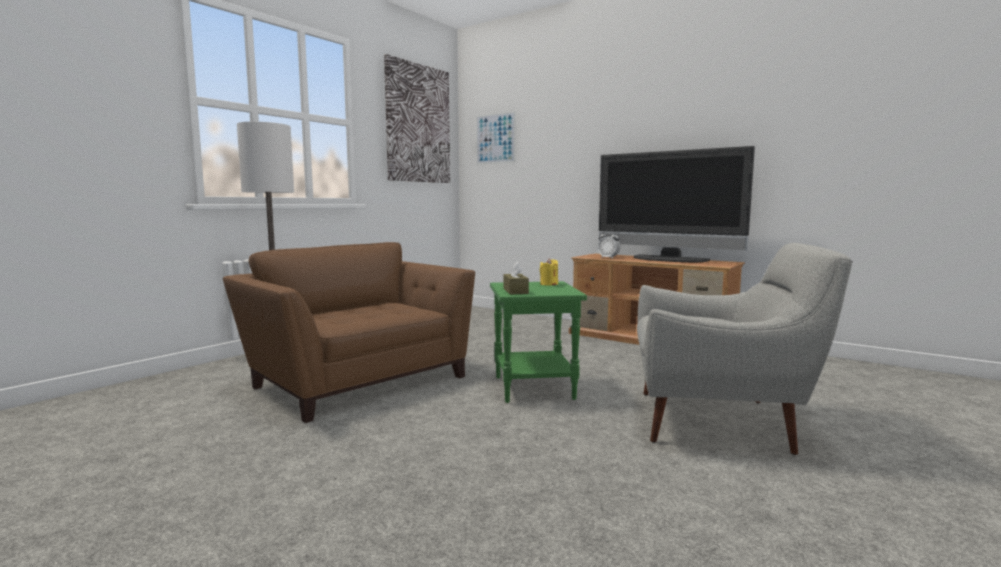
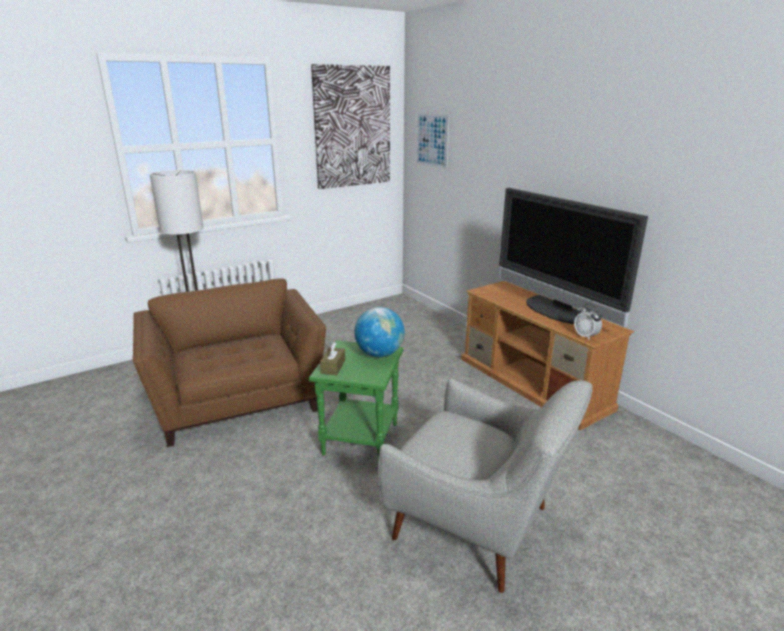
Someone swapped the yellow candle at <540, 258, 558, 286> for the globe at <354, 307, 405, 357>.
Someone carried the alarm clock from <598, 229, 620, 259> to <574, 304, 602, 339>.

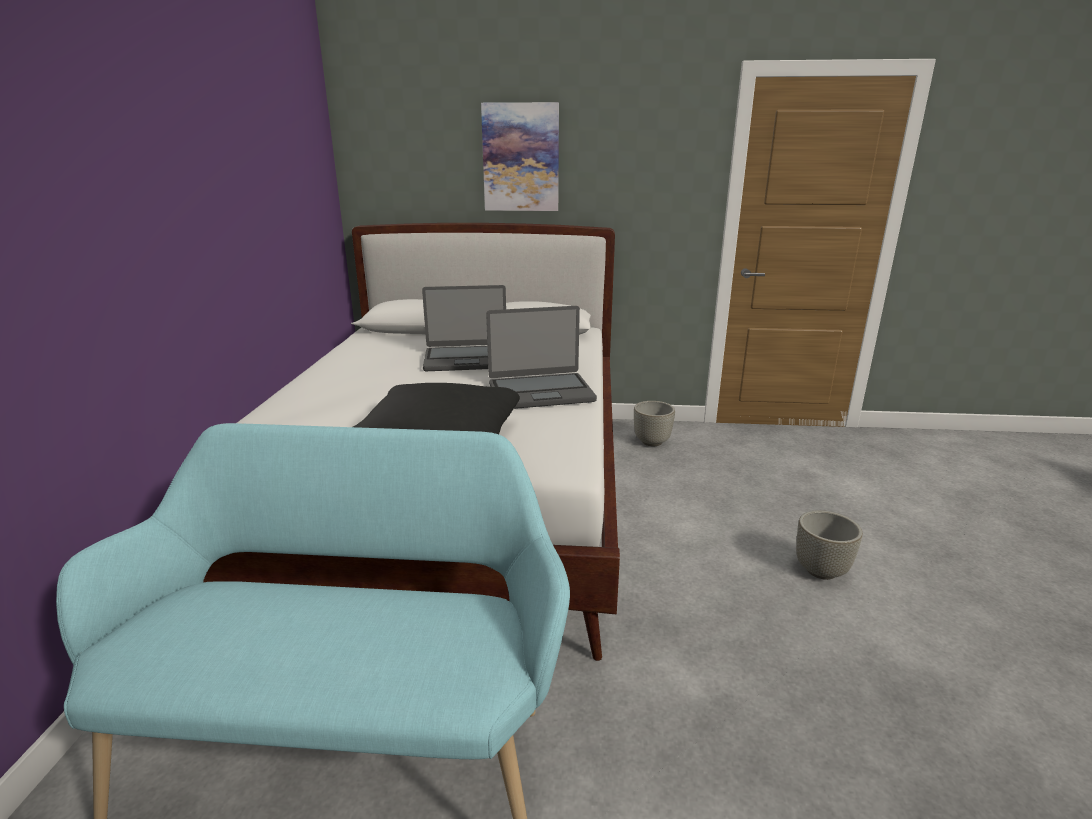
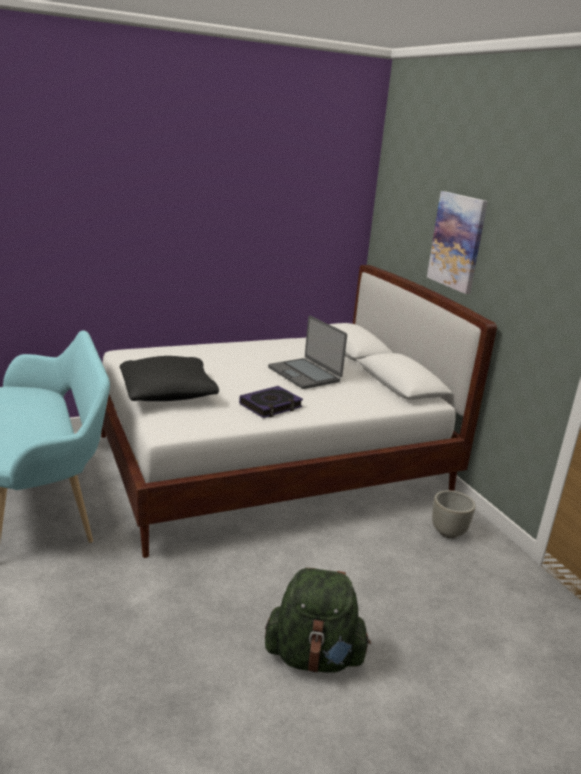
Someone swapped the laptop at <486, 306, 597, 409> for the book at <239, 386, 303, 418>.
Someone swapped the grey planter at <796, 510, 863, 580> for the green backpack at <265, 568, 371, 673>.

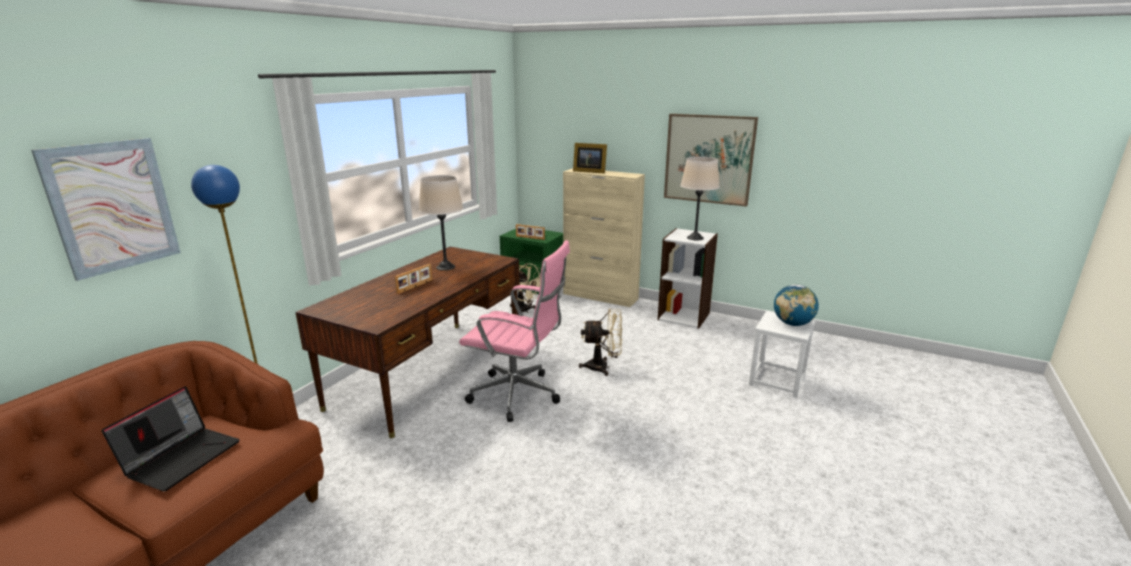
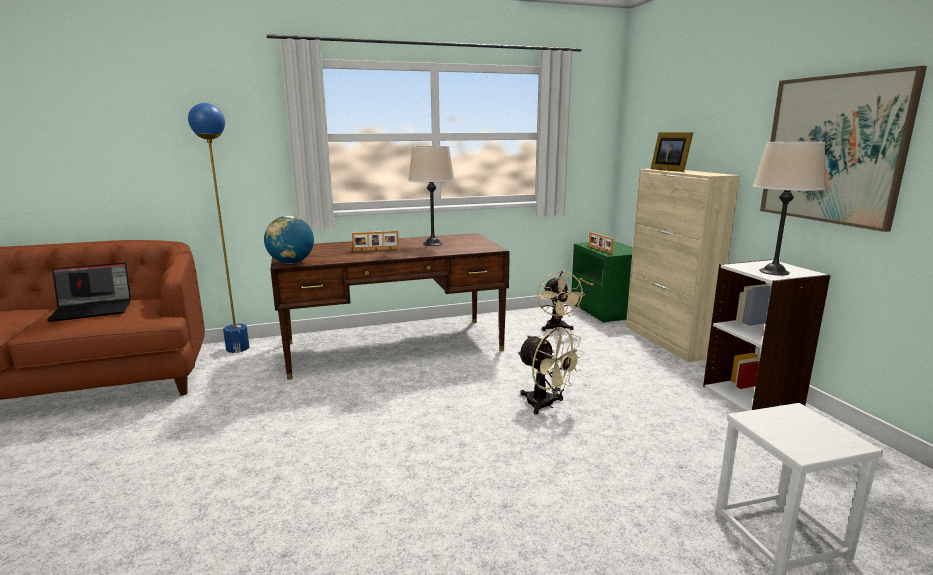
Someone carried the globe from <774, 284, 819, 326> to <264, 216, 314, 264>.
Someone took away the picture at <31, 138, 181, 281>.
Someone took away the pink office chair at <459, 240, 570, 422>.

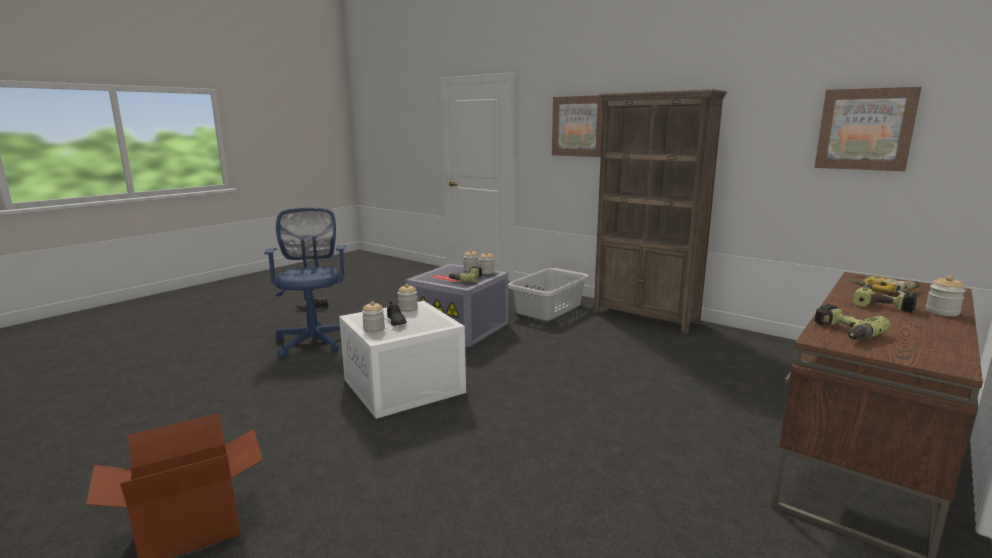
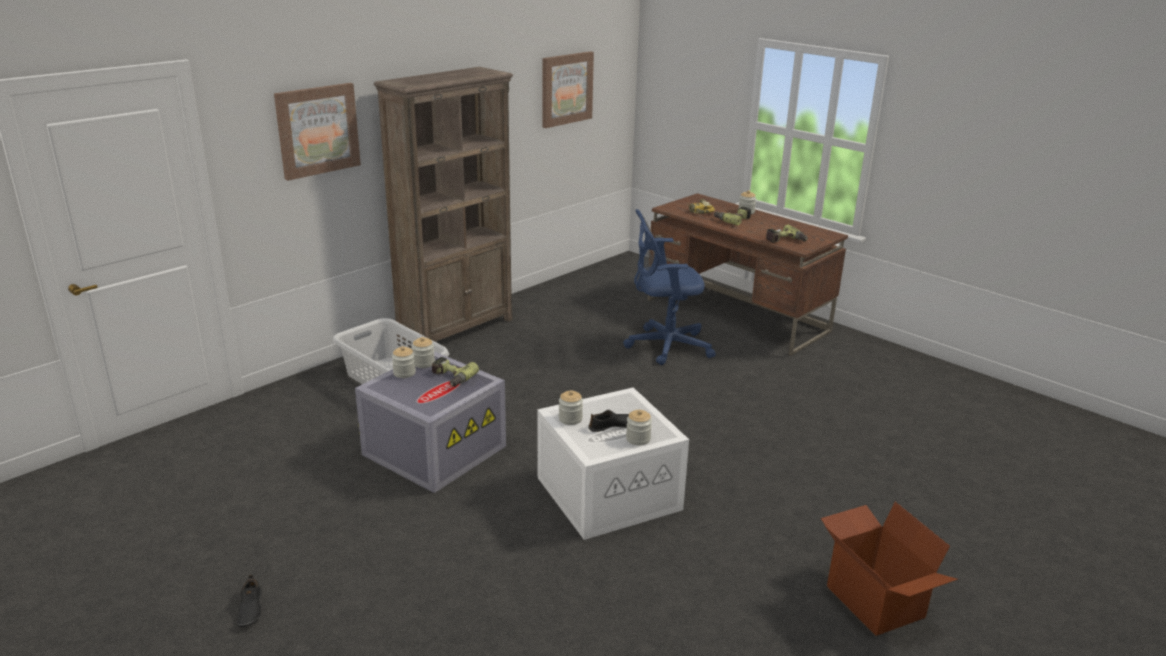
Someone carried the blue office chair from <264, 208, 346, 359> to <623, 209, 716, 365>.

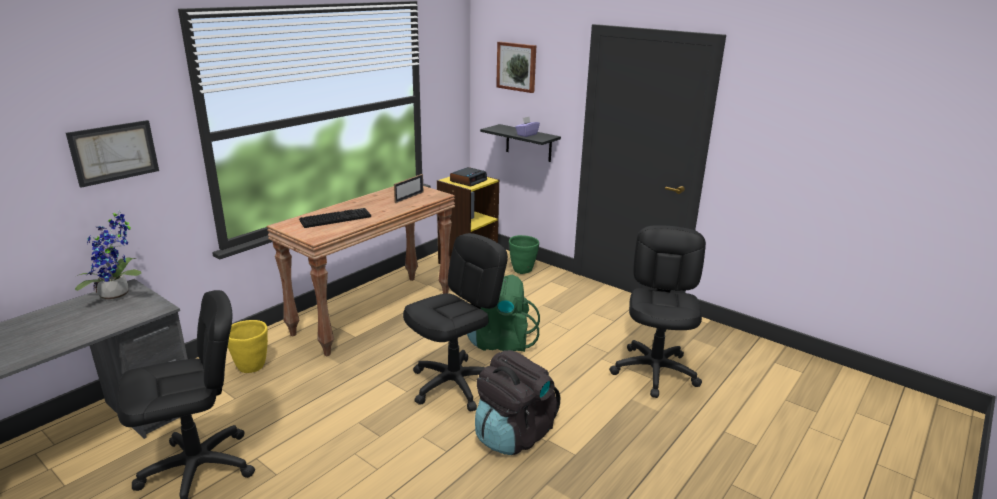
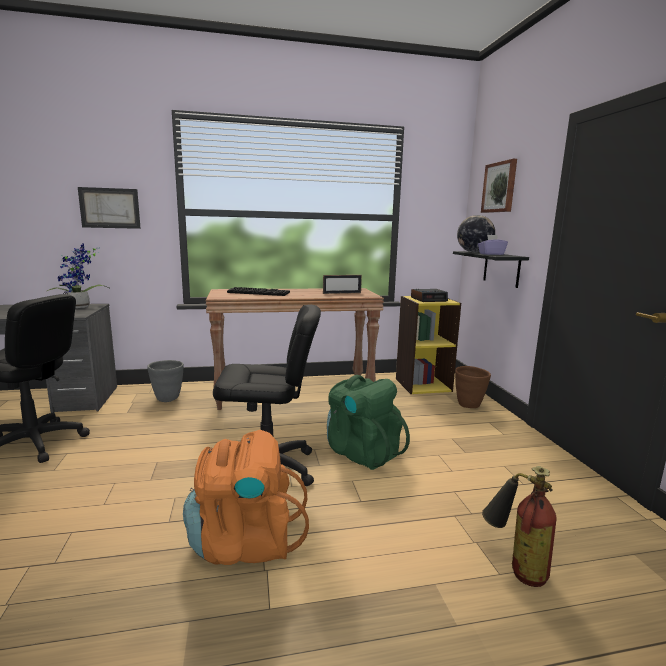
Someone repainted the yellow planter at <228, 320, 268, 373>, which became the grey planter at <147, 360, 184, 402>.
Someone repainted the black backpack at <475, 350, 560, 455>, which became the orange backpack at <183, 430, 309, 565>.
Someone repainted the green planter at <509, 235, 539, 274>, which became the brown planter at <455, 366, 491, 408>.
Someone put down the globe at <457, 215, 495, 252>.
Someone swapped the black office chair at <609, 225, 706, 398> for the fire extinguisher at <482, 466, 557, 587>.

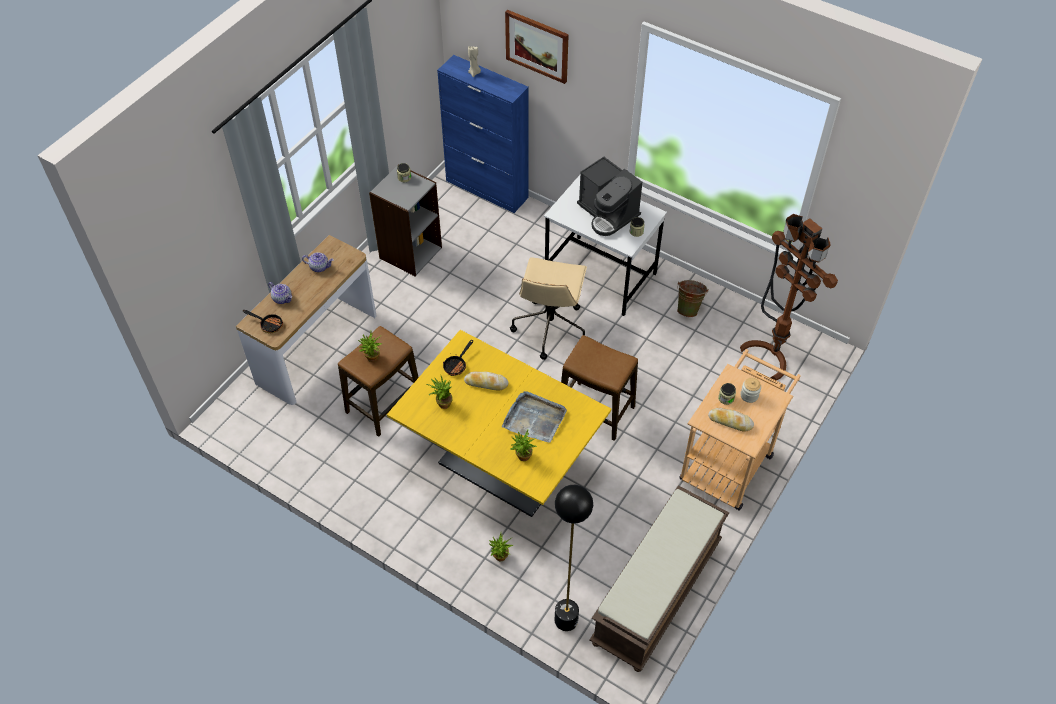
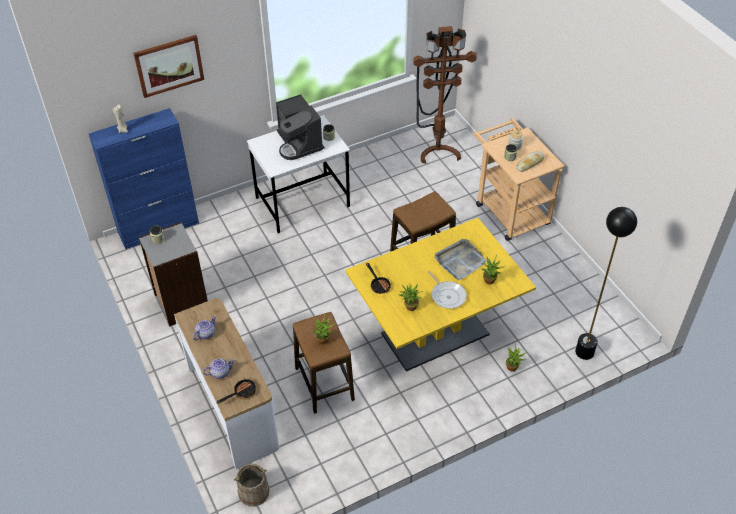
Someone put down the beige bucket at <234, 464, 270, 507>.
Someone rotated the coffee machine at <577, 157, 642, 236> by 75 degrees clockwise.
Someone put down the frying pan at <428, 271, 467, 309>.
Someone took away the bread at <464, 371, 508, 391>.
Someone took away the beige office chair at <510, 257, 587, 360>.
Someone took away the brown bench at <590, 485, 729, 672>.
Someone took away the green bucket at <677, 280, 709, 317>.

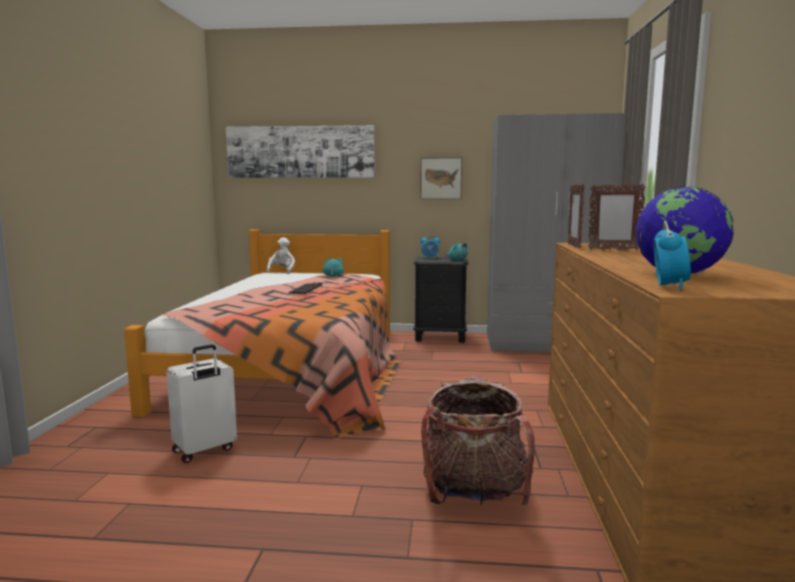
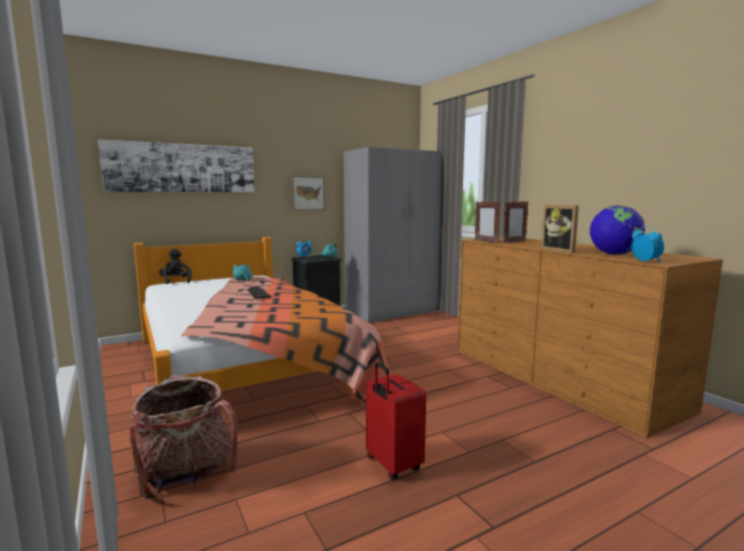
Someone carried the backpack from <421, 376, 535, 506> to <130, 375, 237, 499>.
Someone repainted the white plush toy at <266, 237, 295, 274>, which became the black plush toy at <159, 249, 192, 284>.
Someone put down the red suitcase at <366, 362, 426, 479>.
Someone put down the picture frame at <541, 205, 579, 253>.
Someone took away the white suitcase at <166, 344, 237, 463>.

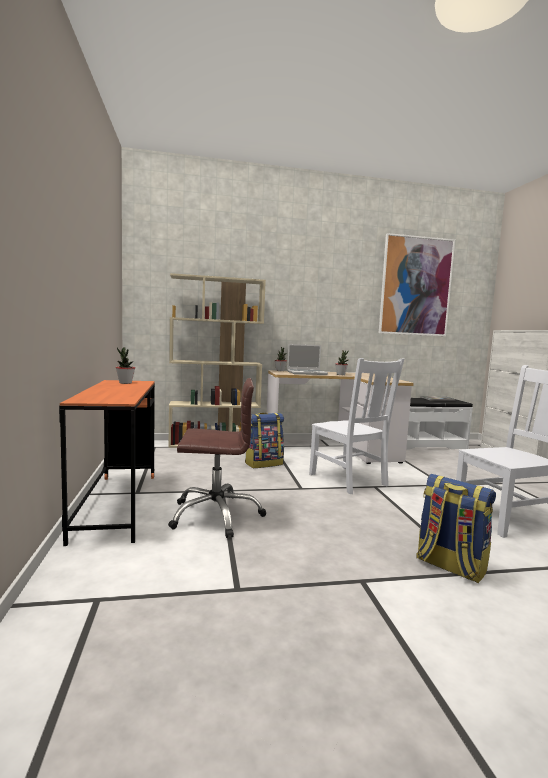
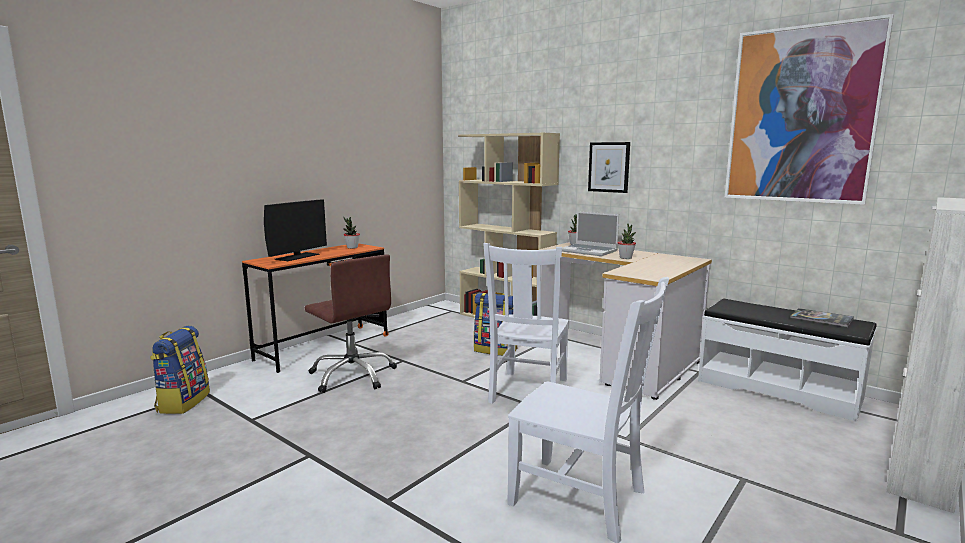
Someone carried the backpack from <416, 474, 496, 583> to <150, 326, 210, 414>.
Someone put down the monitor at <264, 199, 327, 261>.
Someone put up the picture at <588, 142, 630, 193>.

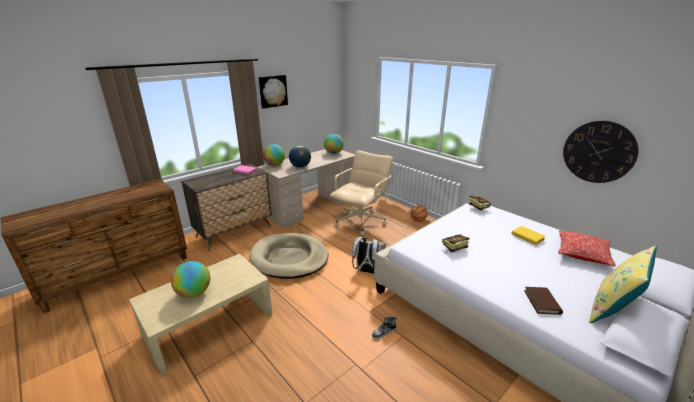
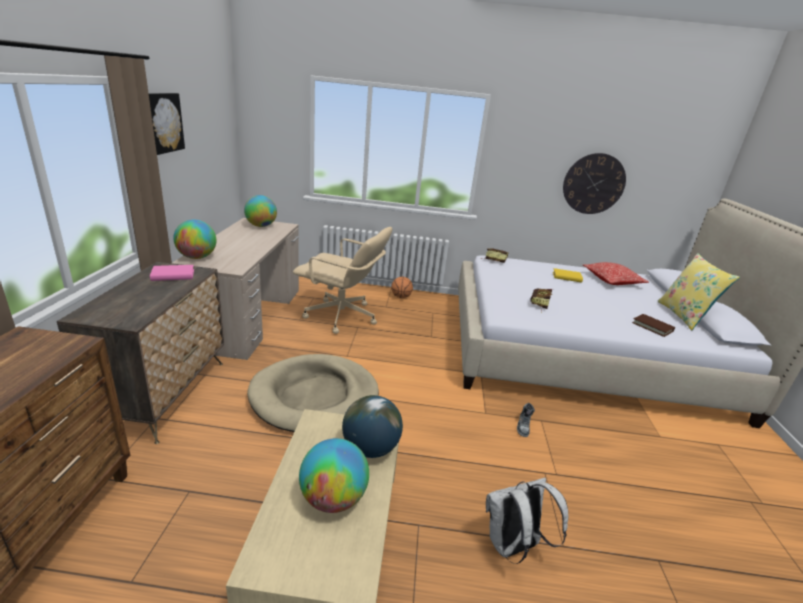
Someone rotated the beige office chair at <330, 150, 393, 235> by 120 degrees clockwise.
Someone carried the globe from <289, 145, 311, 168> to <342, 395, 403, 458>.
Someone carried the white backpack from <352, 237, 386, 274> to <486, 477, 568, 564>.

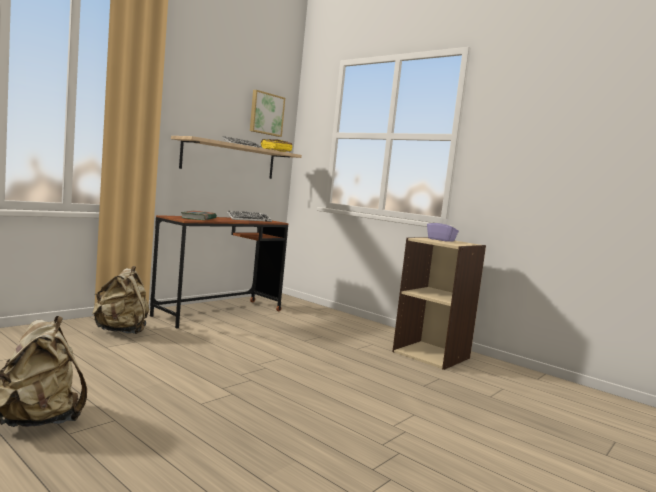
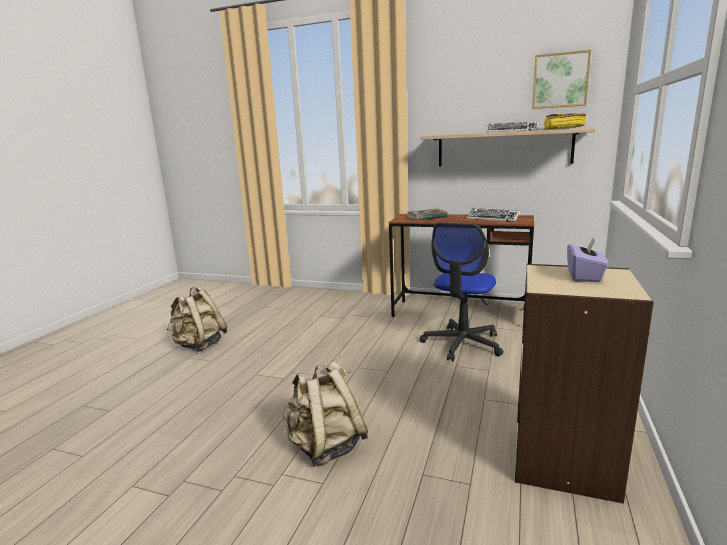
Someone carried the beige backpack from <92, 266, 149, 334> to <282, 361, 368, 466>.
Someone put down the office chair at <420, 222, 504, 361>.

